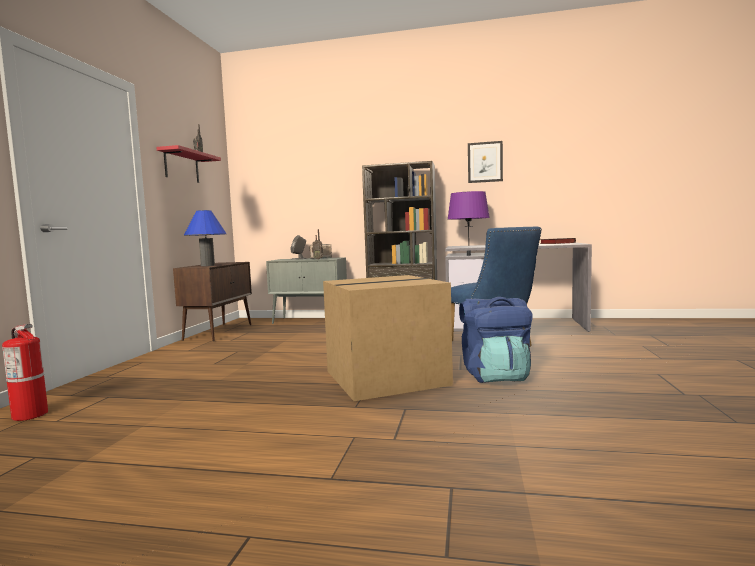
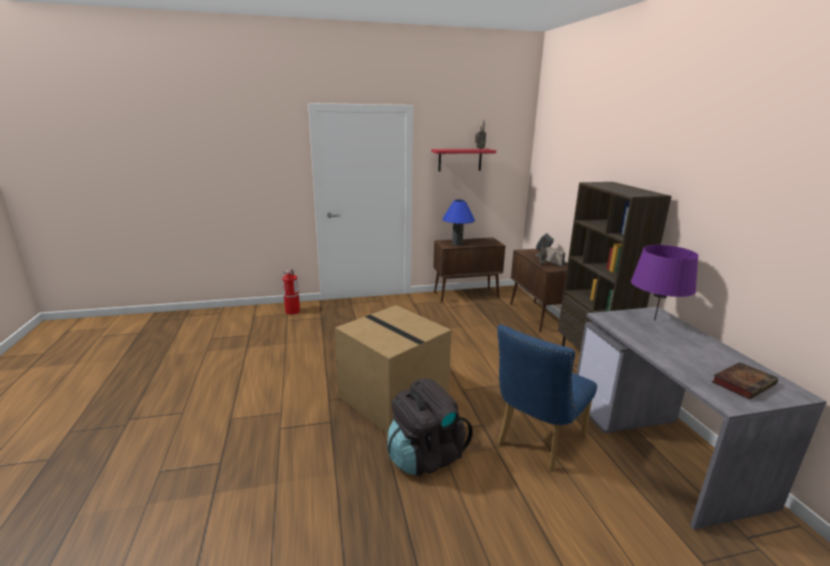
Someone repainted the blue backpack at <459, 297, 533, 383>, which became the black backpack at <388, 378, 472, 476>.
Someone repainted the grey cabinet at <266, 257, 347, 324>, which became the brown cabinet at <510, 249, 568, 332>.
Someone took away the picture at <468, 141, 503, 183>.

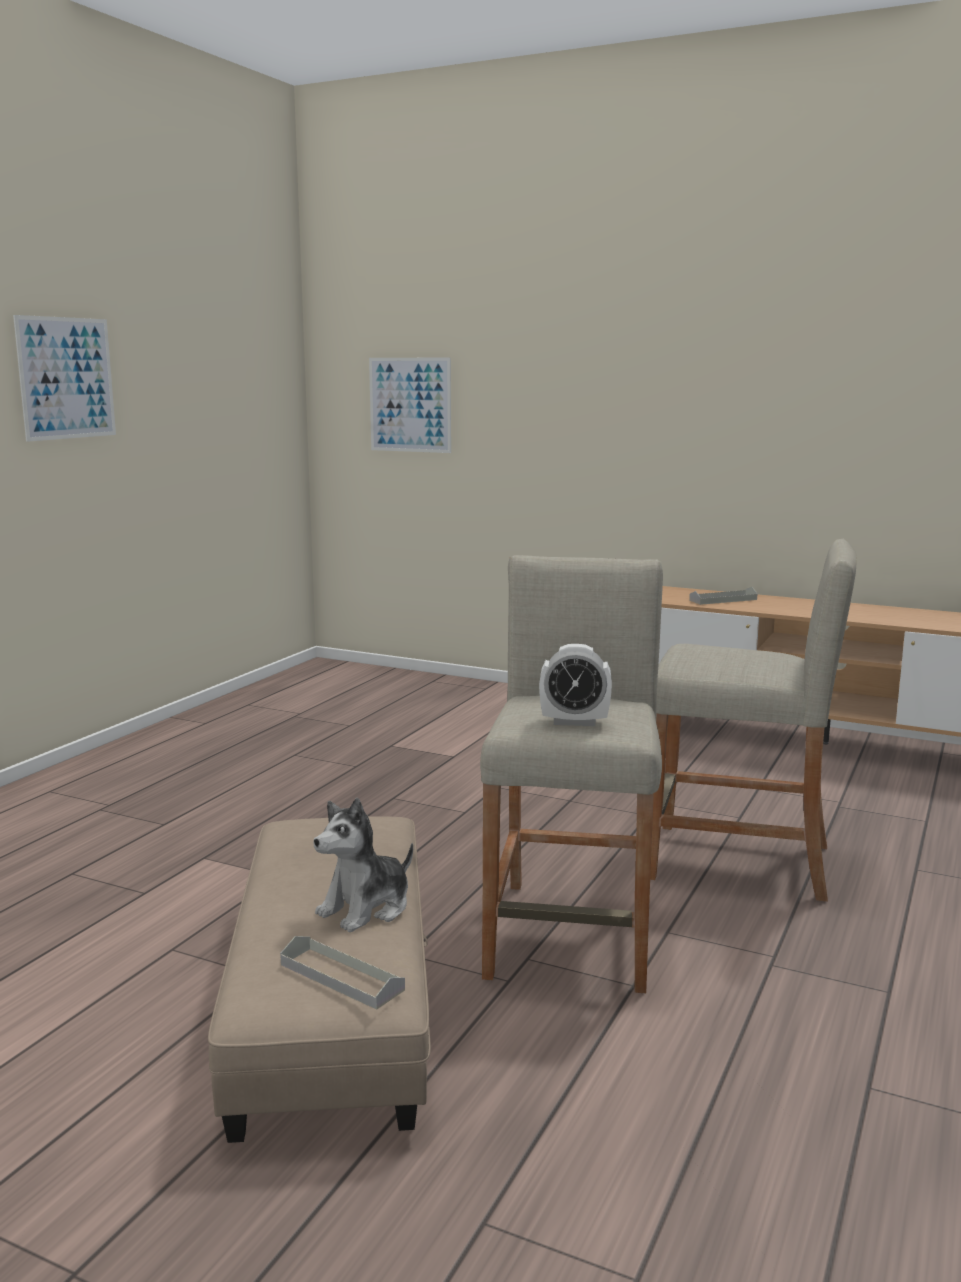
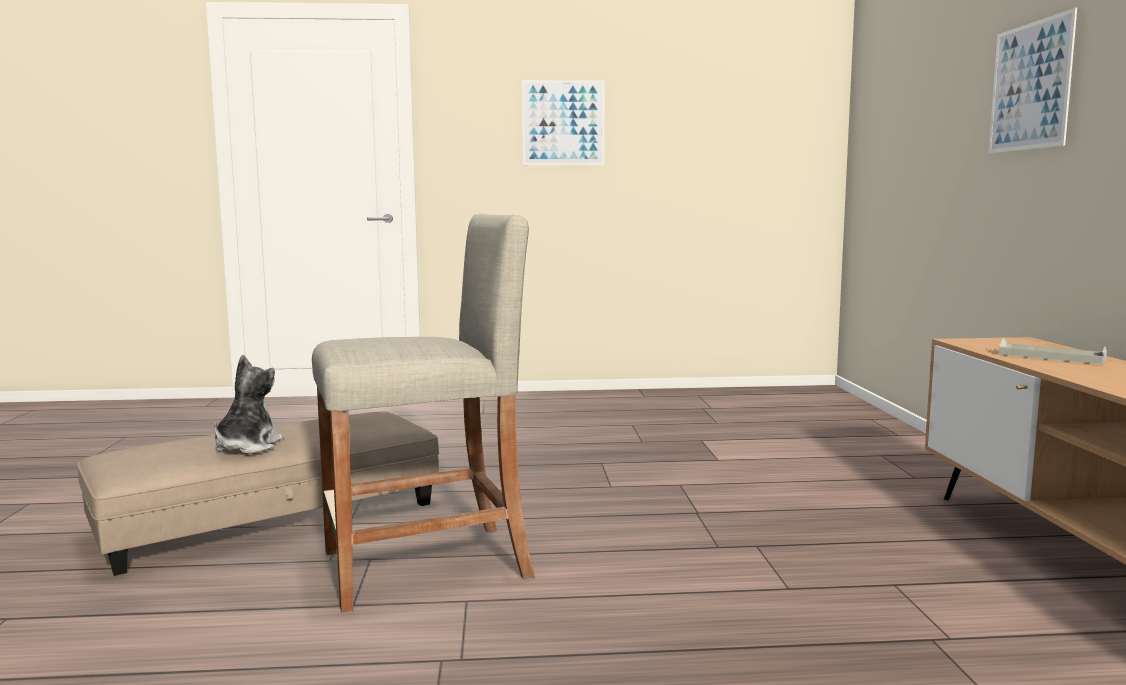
Someone rotated the plush toy at <314, 798, 413, 932> by 90 degrees clockwise.
Someone carried the picture from <369, 358, 451, 453> to <988, 8, 1077, 154>.
Someone took away the grey tray at <280, 936, 405, 1010>.
Someone took away the alarm clock at <539, 644, 612, 726>.
Someone took away the beige stool at <650, 539, 857, 902>.

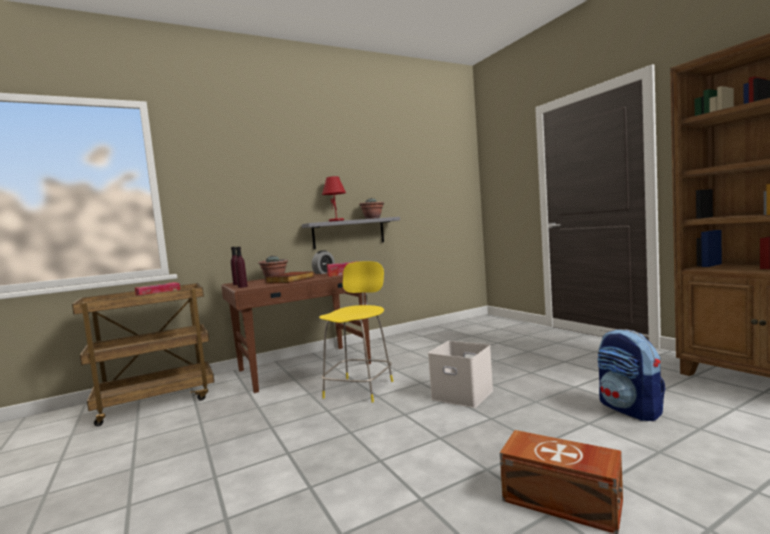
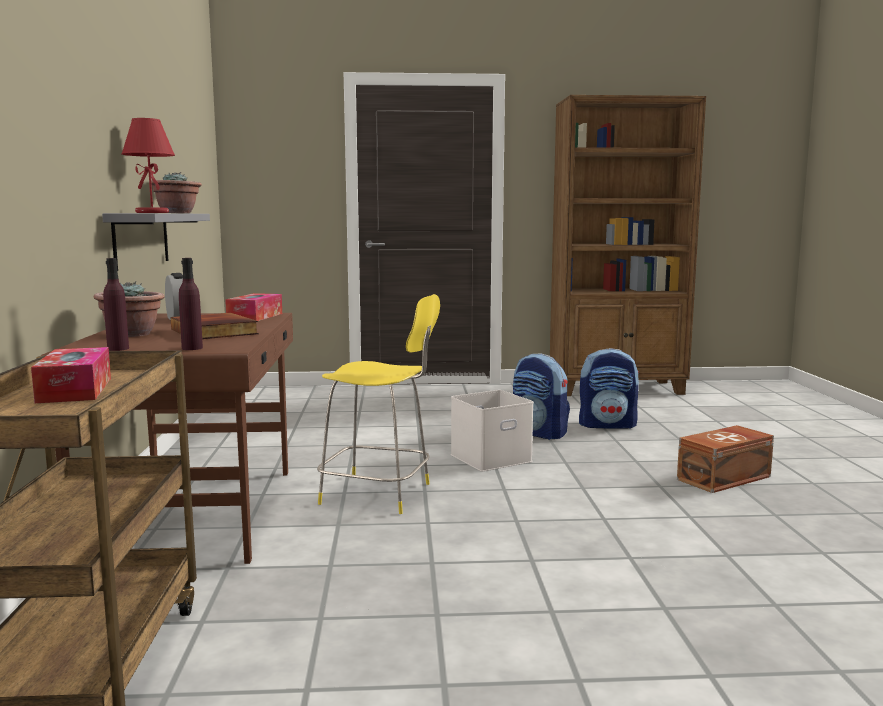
Someone rotated the yellow chair at <319, 261, 393, 403> by 150 degrees clockwise.
Someone put down the backpack at <513, 353, 570, 440>.

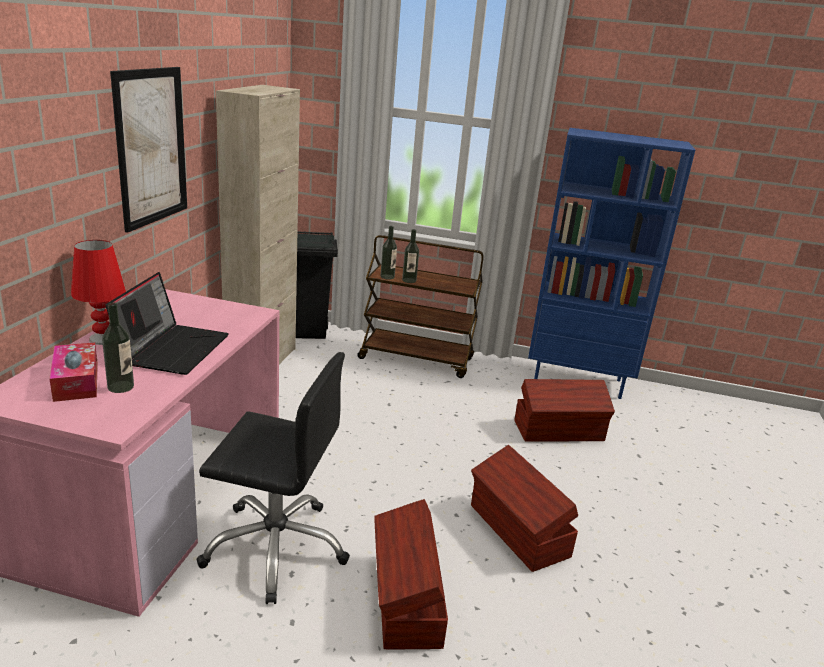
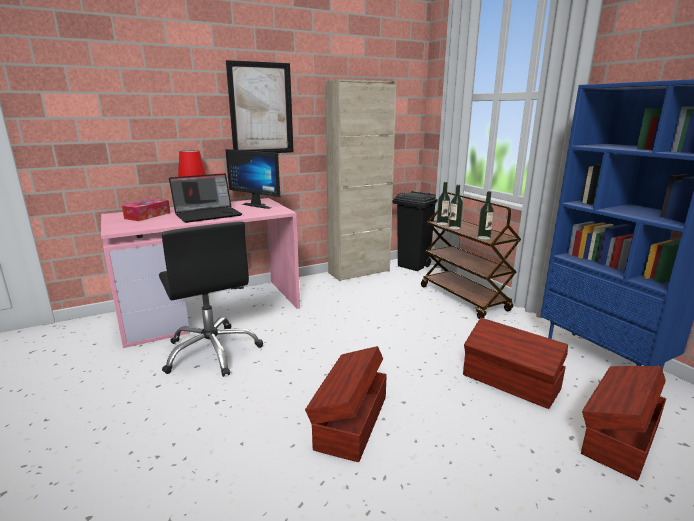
Someone put down the monitor at <225, 149, 280, 209>.
Someone carried the bottle from <102, 302, 134, 393> to <478, 191, 494, 240>.
Someone carried the brown storage box from <374, 499, 448, 649> to <581, 366, 666, 481>.

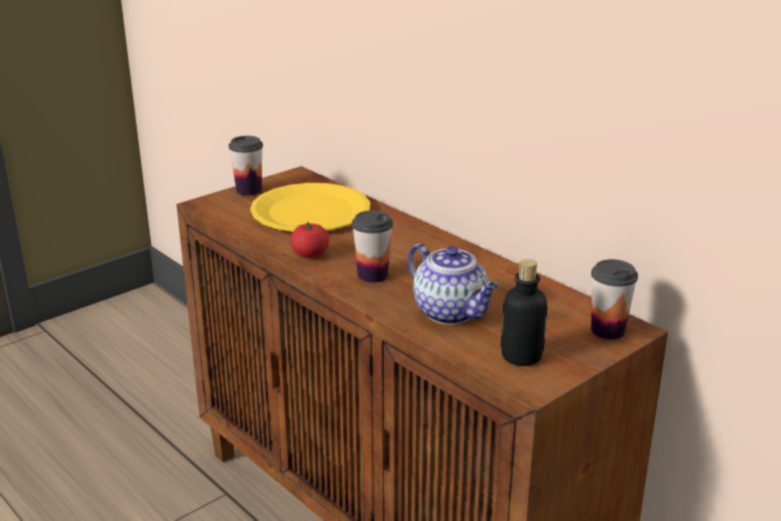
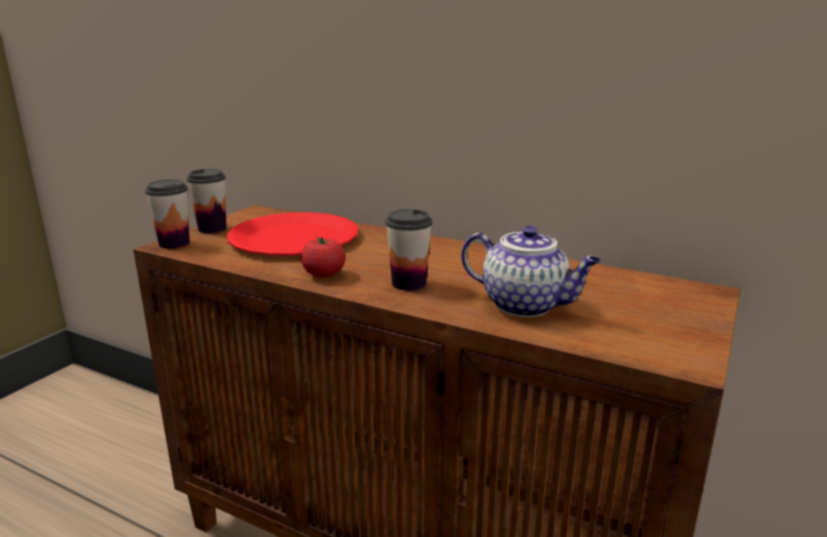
Someone carried the cup from <591, 259, 638, 339> to <145, 179, 190, 249>.
Someone repainted the yellow plate at <250, 183, 370, 232>, which became the red plate at <227, 212, 358, 256>.
Someone took away the bottle at <501, 259, 548, 366>.

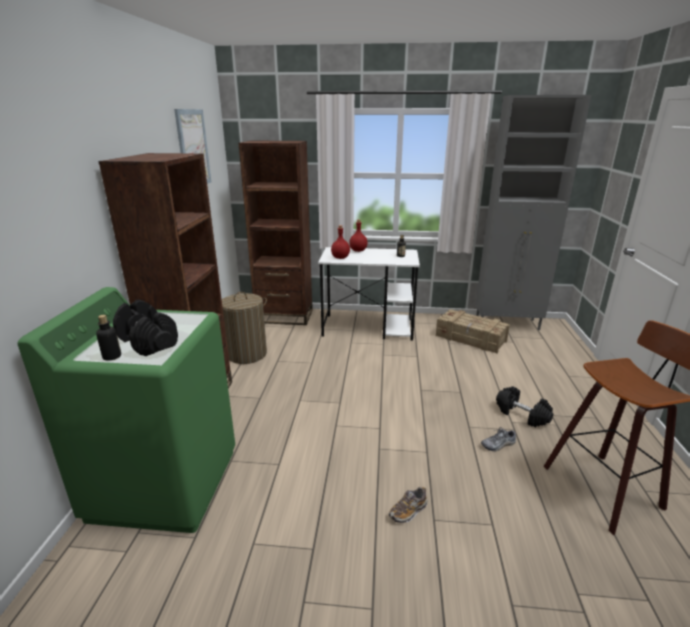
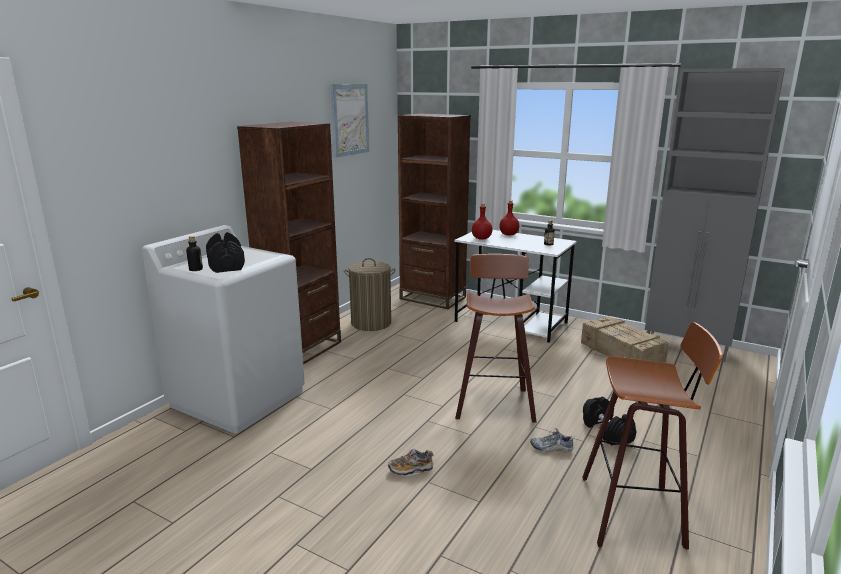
Someone repainted the green washing machine at <17, 287, 235, 533>, which became the white washing machine at <142, 225, 305, 434>.
Someone put down the stool at <455, 254, 537, 423>.

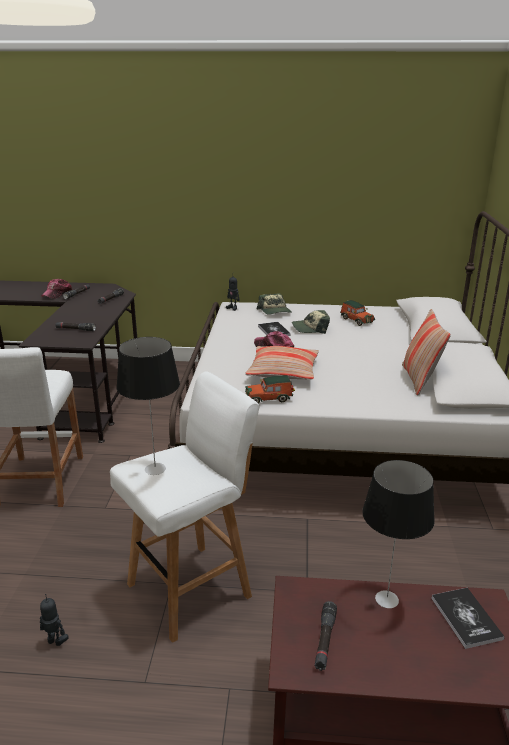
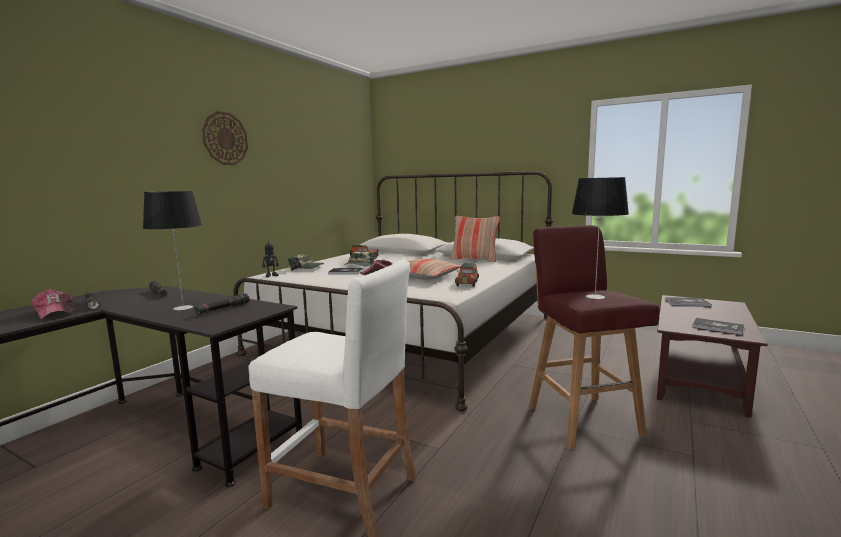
Someone carried the table lamp from <362, 460, 435, 608> to <143, 191, 202, 310>.
Someone put up the wall clock at <202, 111, 248, 165>.
Someone repainted the white stool at <110, 372, 260, 643>, which became the red stool at <529, 225, 660, 450>.
Someone swapped the black flashlight at <315, 601, 337, 671> for the book at <692, 318, 744, 335>.
Someone took away the toy robot at <40, 594, 69, 646>.

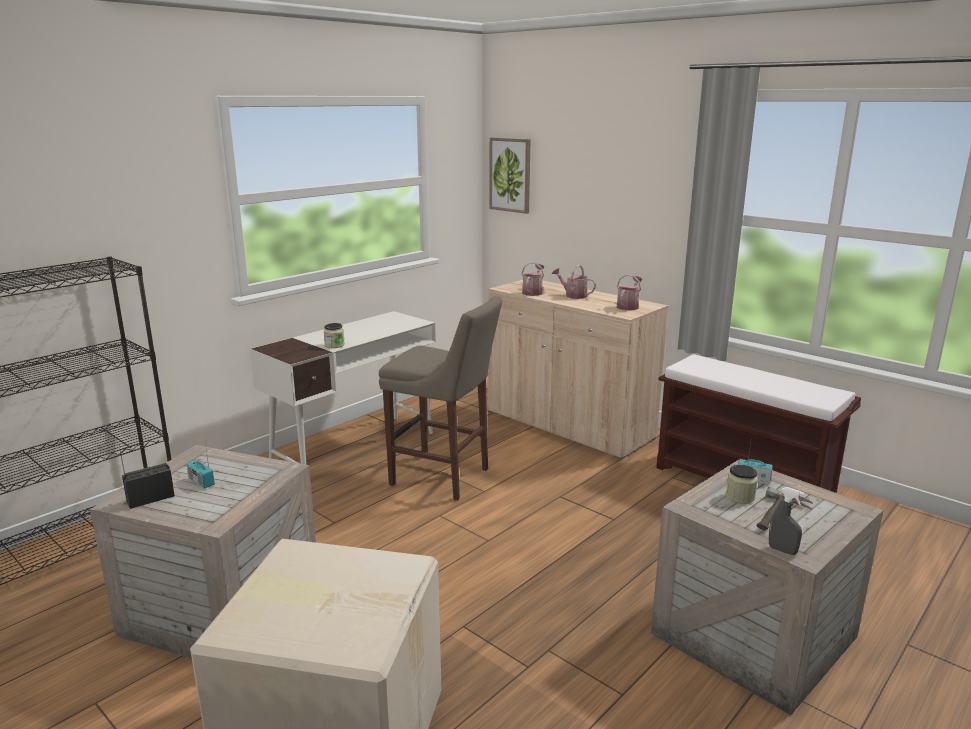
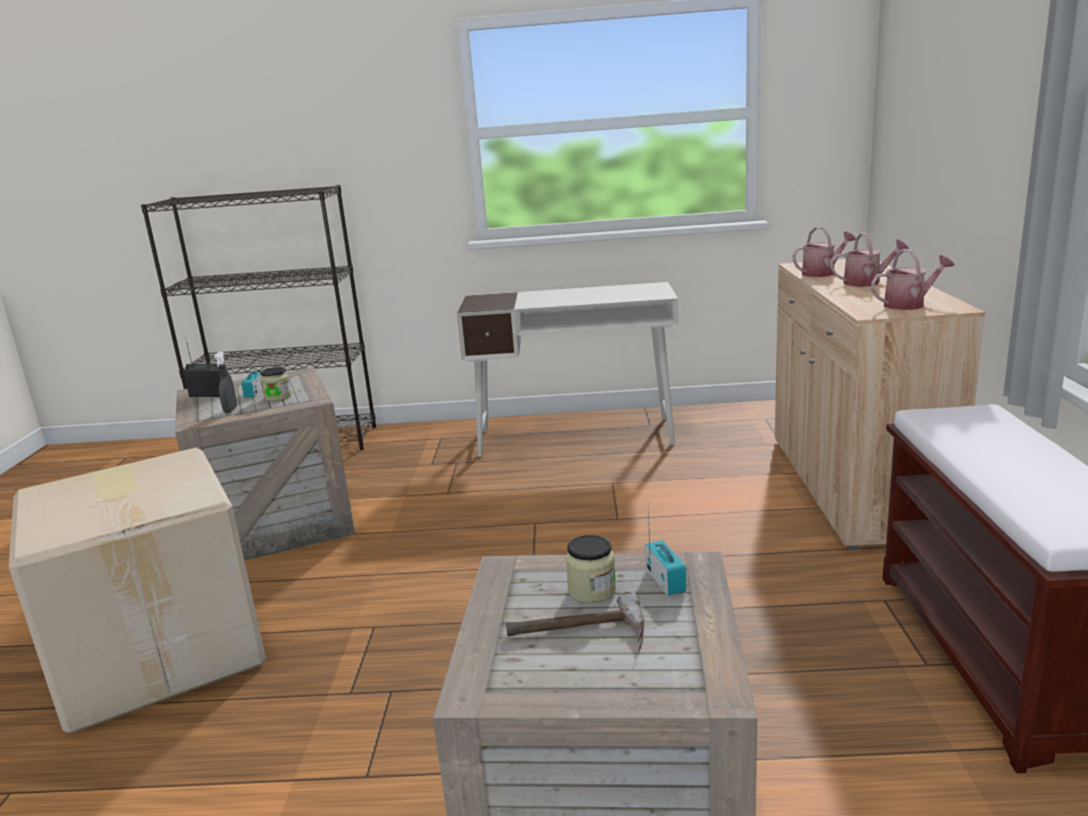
Someone carried the grey spray bottle from <769, 487, 805, 555> to <214, 351, 237, 413>.
Someone carried the jar from <324, 323, 345, 348> to <260, 367, 292, 401>.
Someone rotated the watering can at <552, 265, 596, 299> by 90 degrees clockwise.
Someone took away the beige stool at <379, 296, 502, 501>.
Someone took away the picture at <490, 138, 531, 214>.

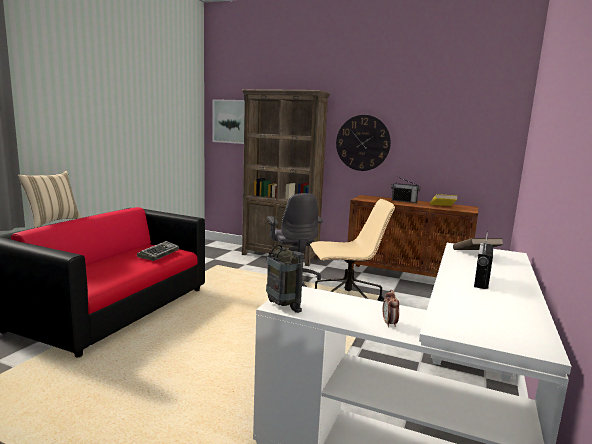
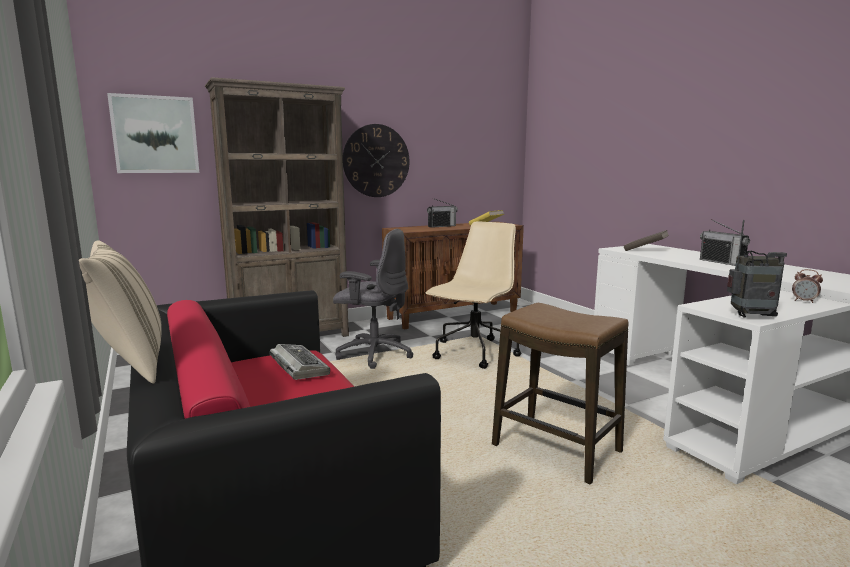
Someone put down the stool at <492, 303, 629, 485>.

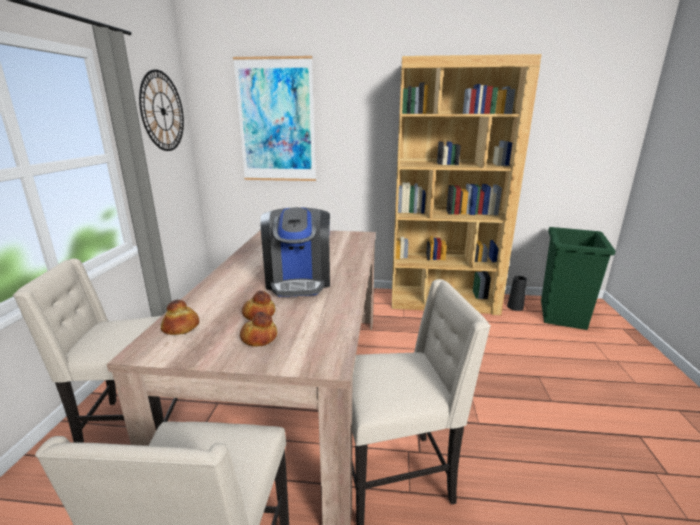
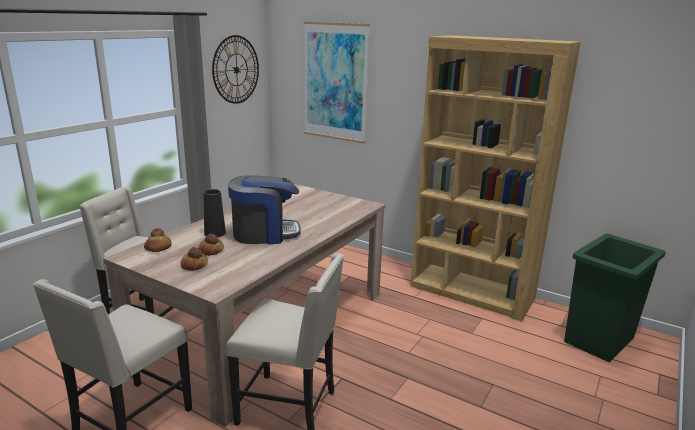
Someone carried the black vase from <507, 276, 527, 311> to <204, 189, 226, 237>.
Someone rotated the coffee machine at <261, 207, 330, 297> by 120 degrees counterclockwise.

